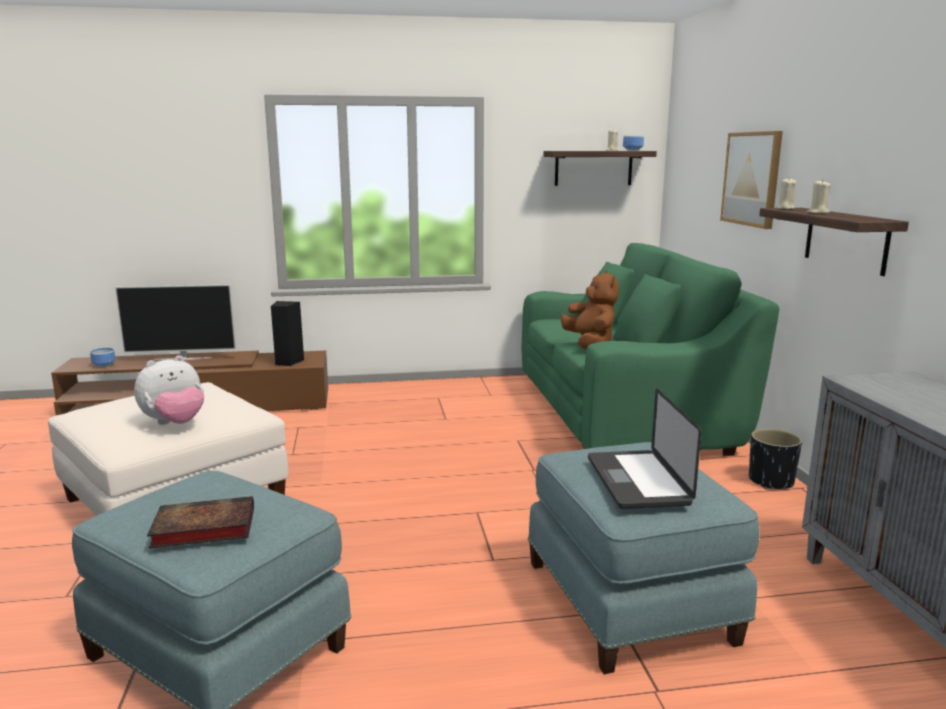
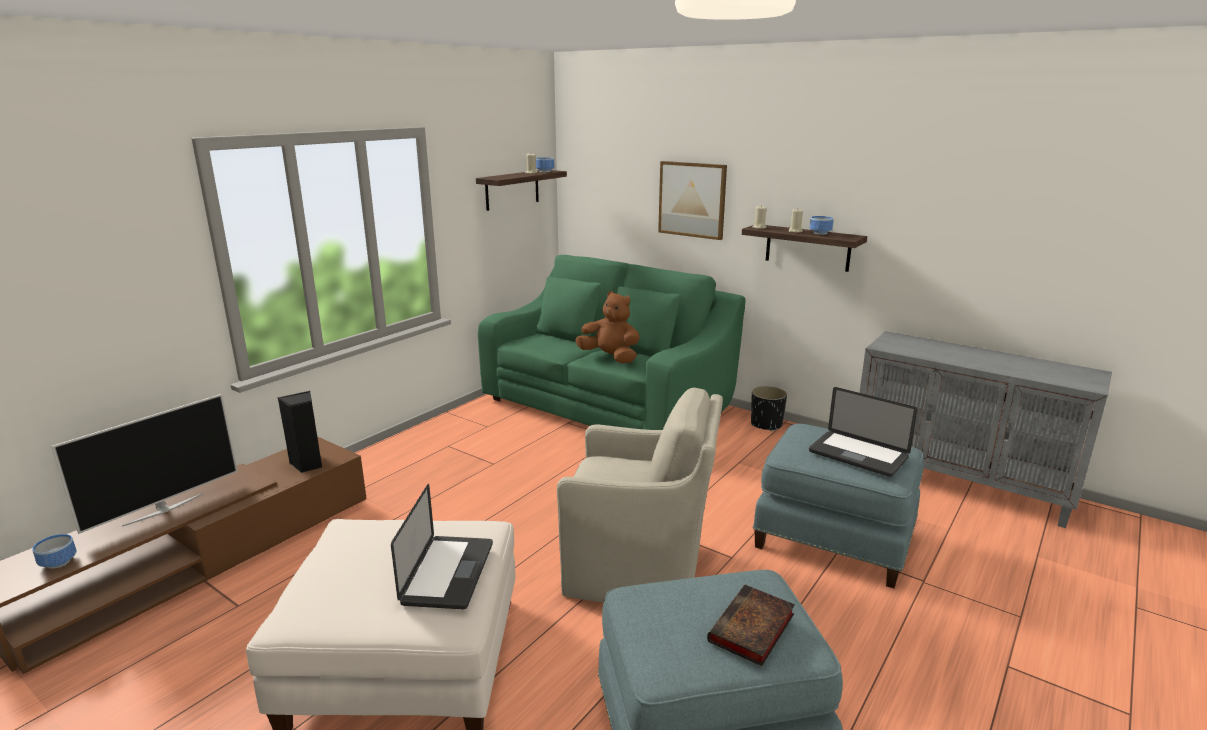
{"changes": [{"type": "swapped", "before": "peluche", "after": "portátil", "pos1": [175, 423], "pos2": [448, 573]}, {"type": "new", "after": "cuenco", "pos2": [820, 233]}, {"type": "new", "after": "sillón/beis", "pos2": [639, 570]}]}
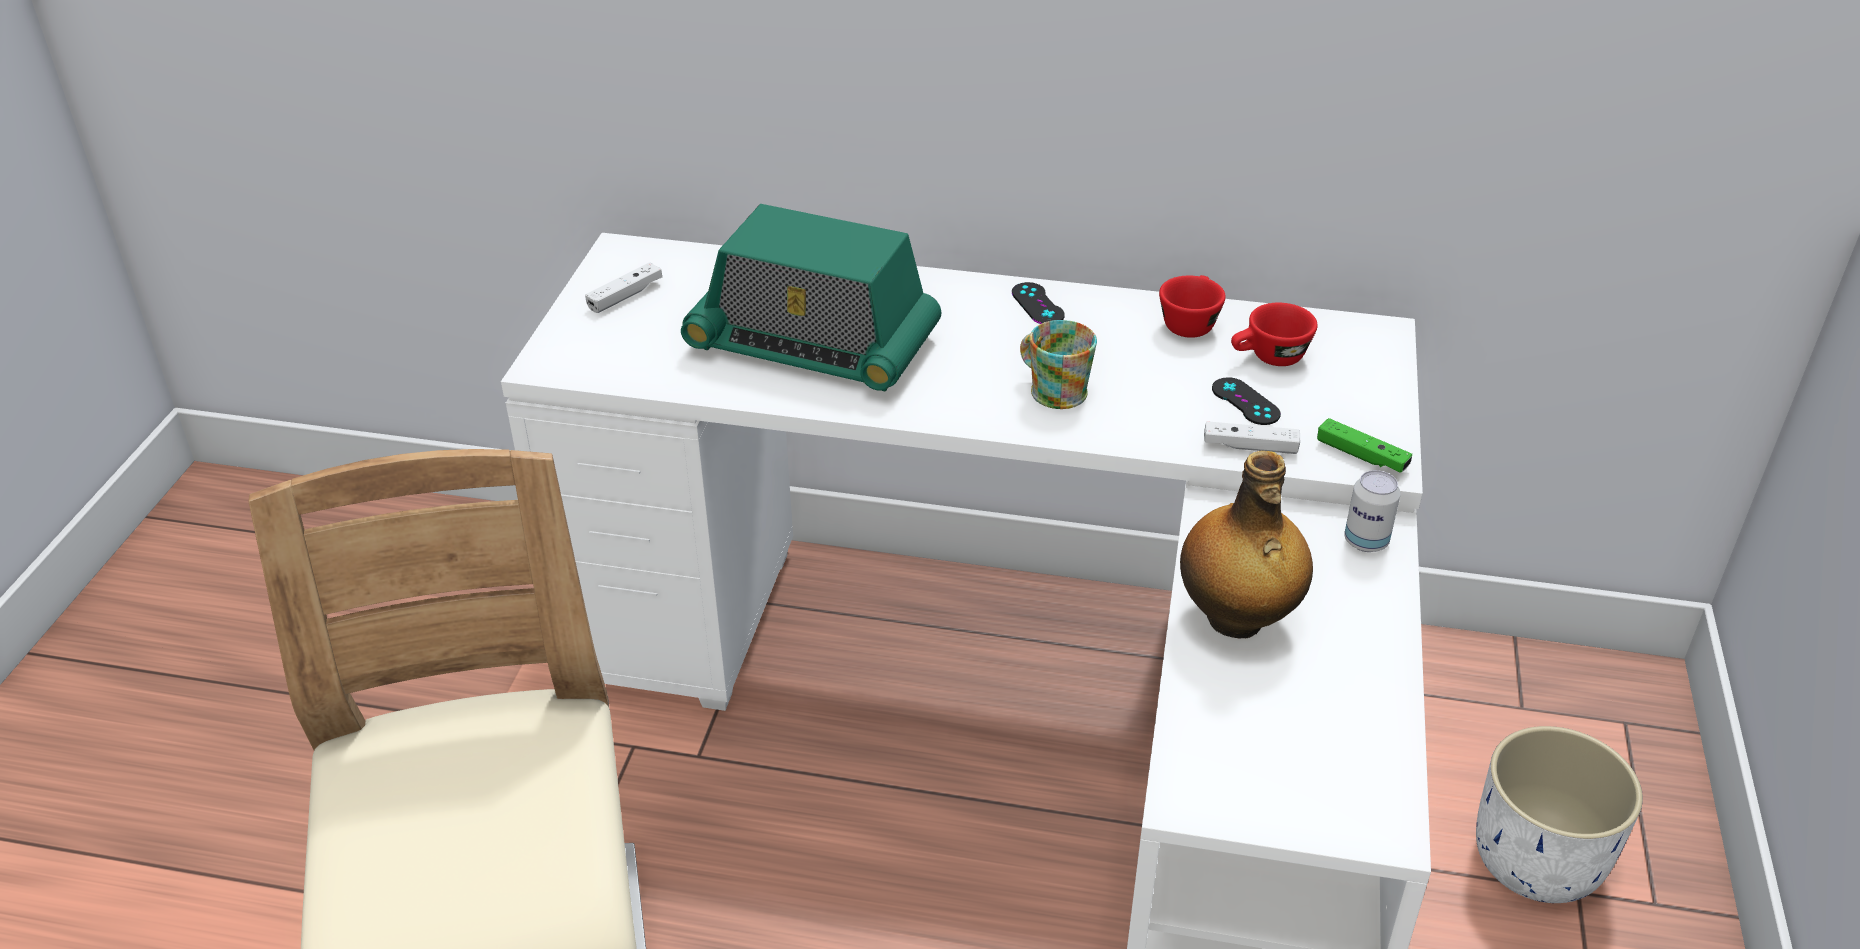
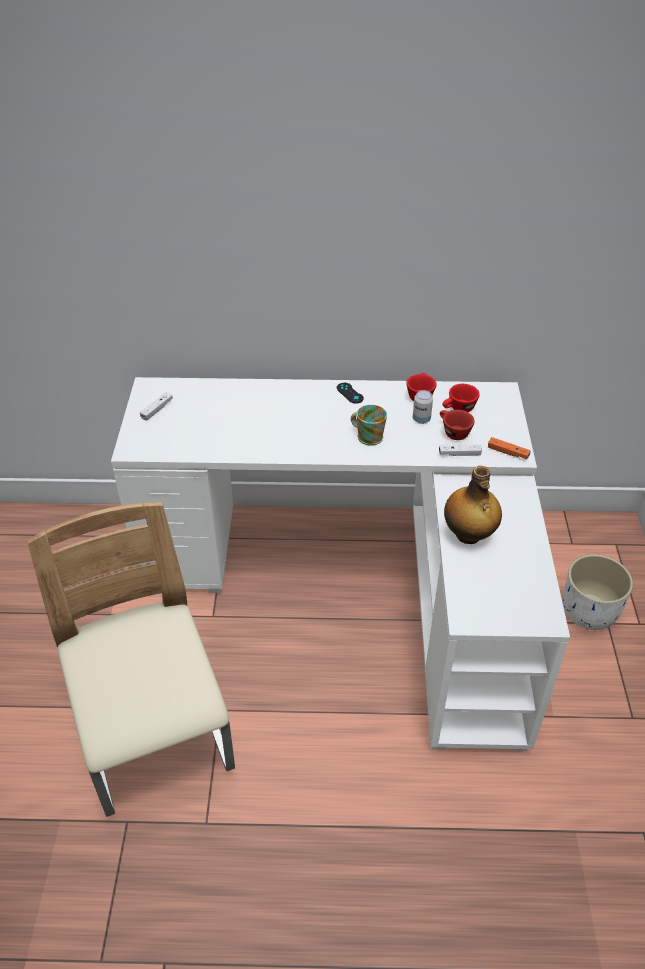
{"changes": [{"type": "gone", "before": "radio", "pos1": [813, 344]}, {"type": "swapped", "before": "mando de consola/negro", "after": "taza/rojo", "pos1": [1245, 402], "pos2": [453, 432]}, {"type": "repainted", "before": "mando de consola/verde", "after": "mando de consola/naranja", "pos1": [1361, 455], "pos2": [508, 452]}, {"type": "shifted", "before": "lata", "pos1": [1366, 541], "pos2": [421, 419]}]}
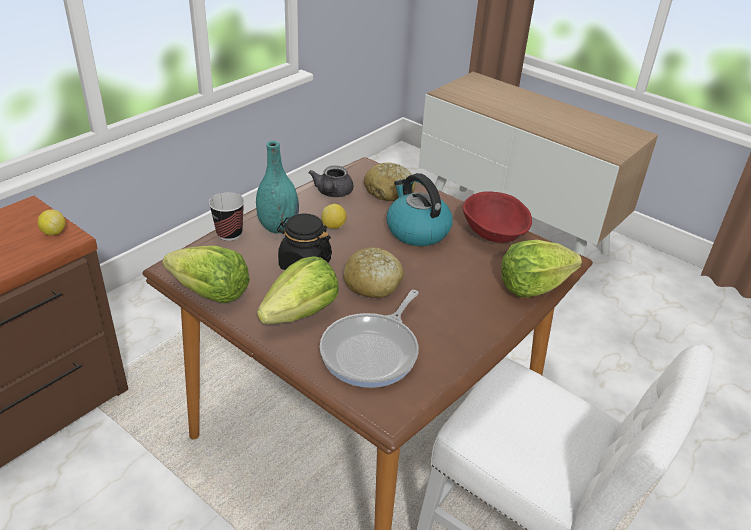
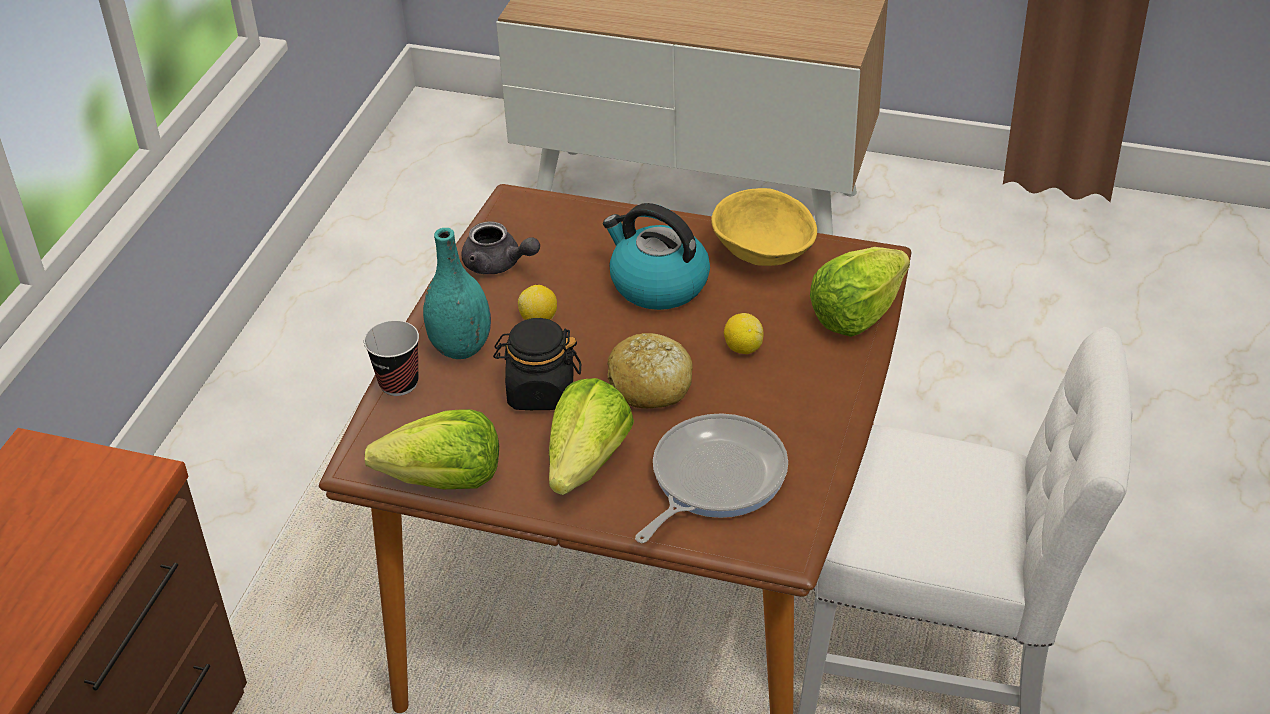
{"changes": [{"type": "gone", "before": "pan", "pos1": [389, 191]}, {"type": "rotated", "before": "tetera/gris", "pos1": [332, 193], "pos2": [498, 265], "turn": -45}, {"type": "repainted", "before": "cuenco/rojo", "after": "cuenco/amarillo", "pos1": [493, 234], "pos2": [764, 253]}, {"type": "shifted", "before": "limón", "pos1": [54, 232], "pos2": [743, 348]}, {"type": "rotated", "before": "sartén", "pos1": [373, 351], "pos2": [713, 479], "turn": -150}]}
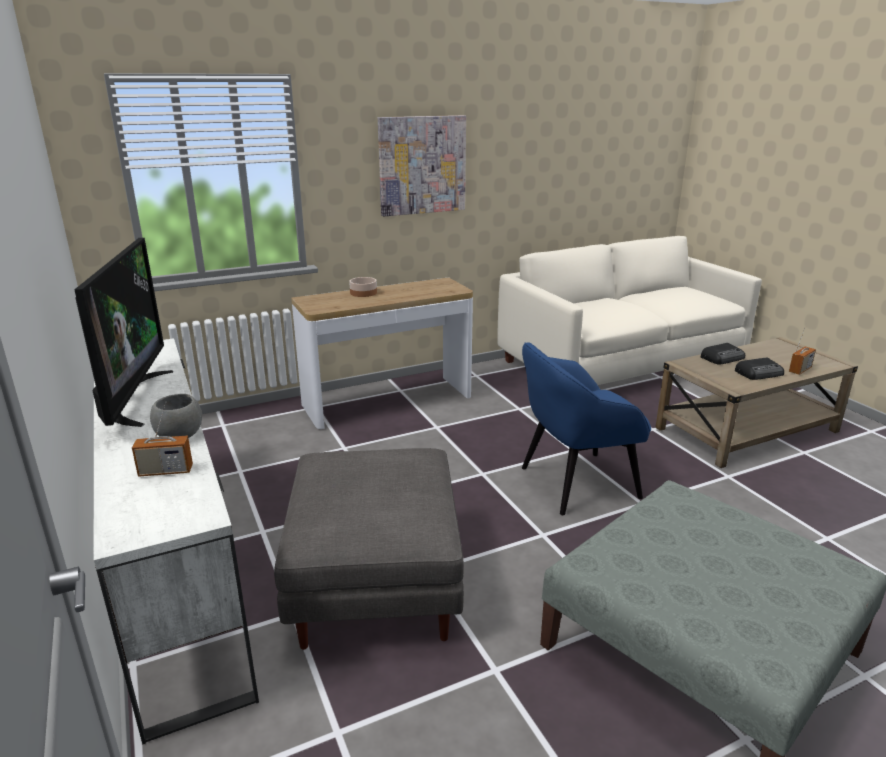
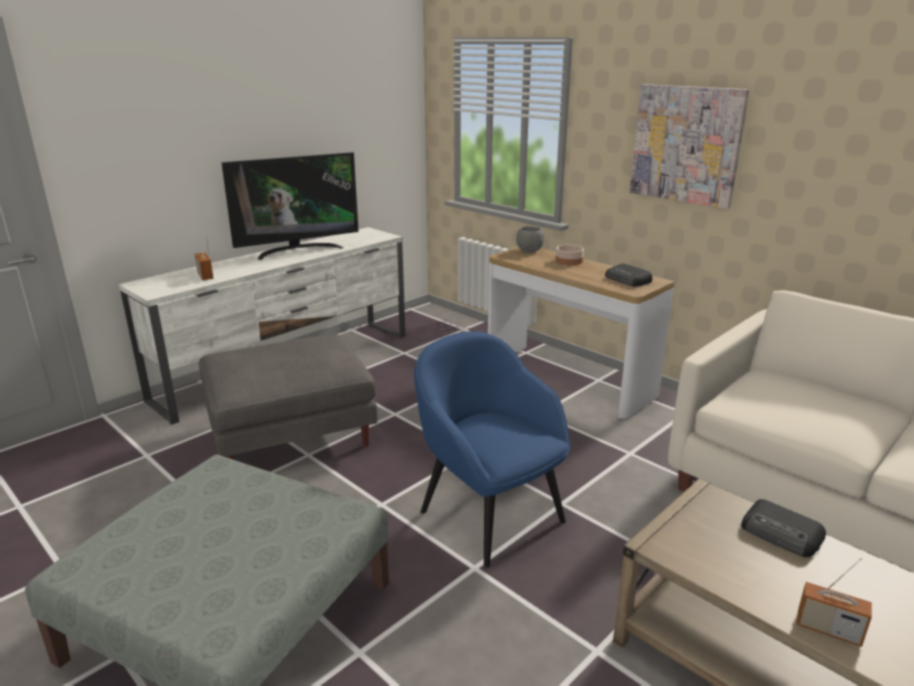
{"changes": [{"type": "shifted", "before": "radio", "pos1": [759, 373], "pos2": [628, 280]}, {"type": "shifted", "before": "cuenco/gris", "pos1": [179, 436], "pos2": [529, 250]}]}
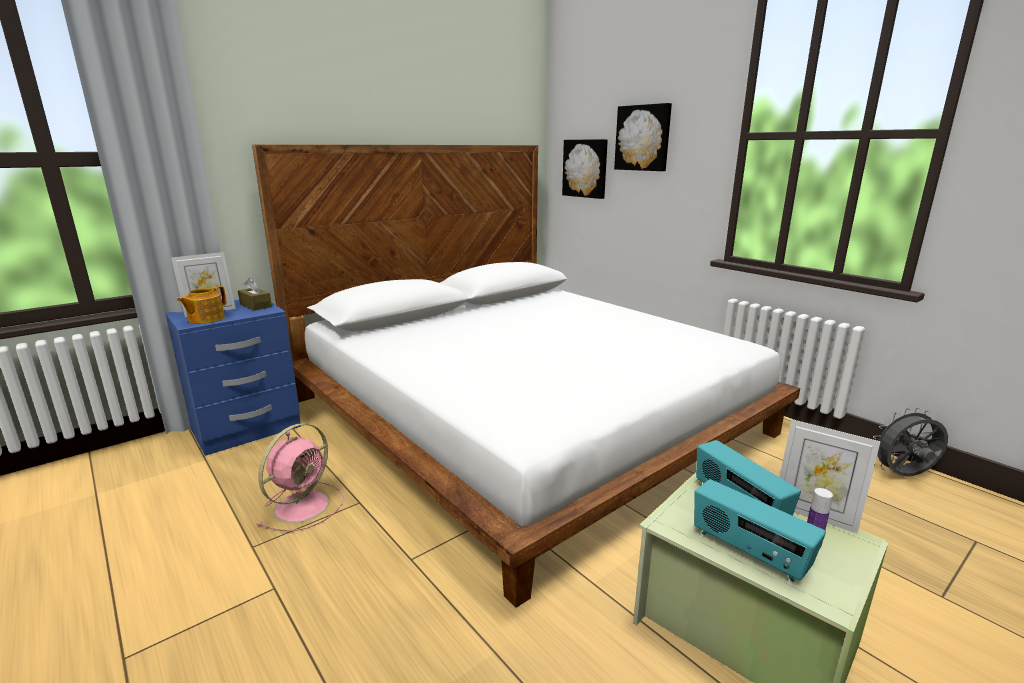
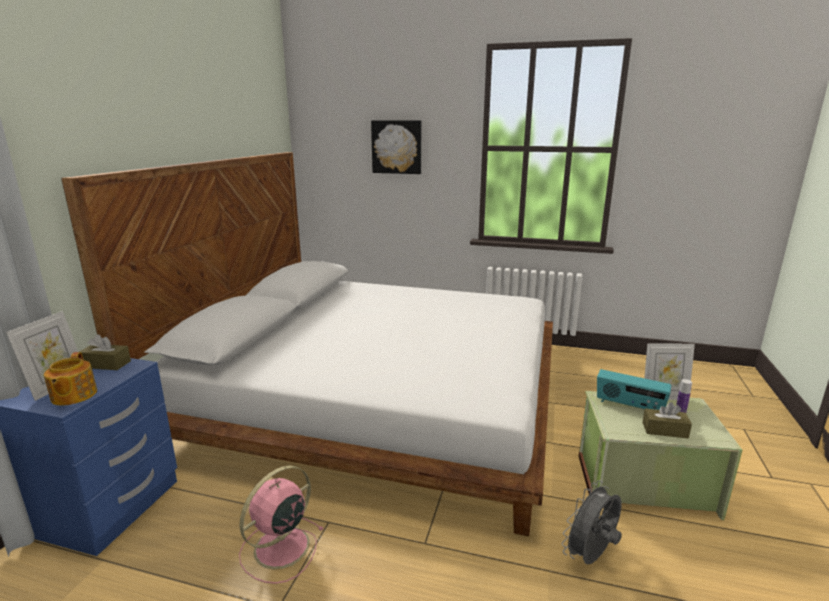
{"changes": [{"type": "gone", "before": "cuadro", "pos1": [585, 168]}, {"type": "shifted", "before": "ventilador/gris", "pos1": [903, 476], "pos2": [590, 557]}, {"type": "rotated", "before": "ventilador/rosa", "pos1": [304, 505], "pos2": [279, 548], "turn": -135}, {"type": "swapped", "before": "radio", "after": "caja de pañuelos/marrón", "pos1": [748, 552], "pos2": [664, 430]}]}
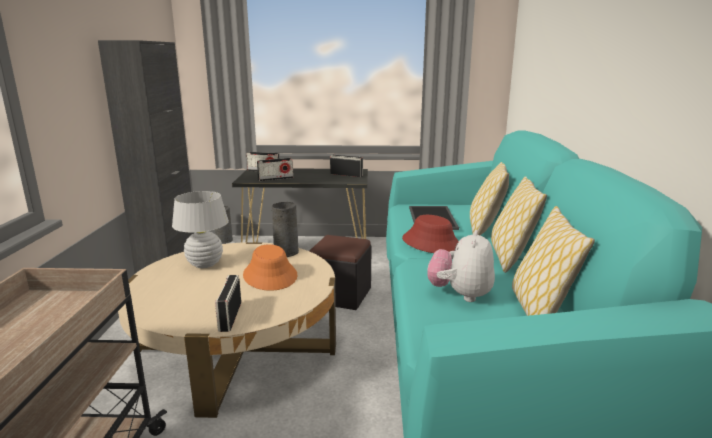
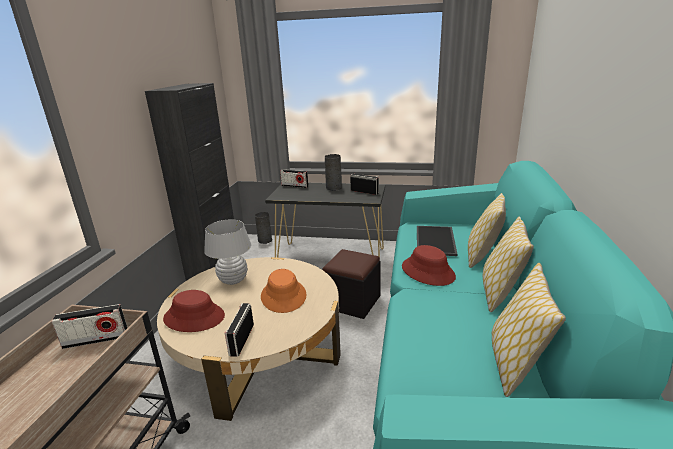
{"changes": [{"type": "shifted", "before": "radio", "pos1": [275, 179], "pos2": [96, 339]}, {"type": "shifted", "before": "florero/gris", "pos1": [287, 252], "pos2": [334, 188]}, {"type": "gone", "before": "peluche", "pos1": [460, 295]}, {"type": "new", "after": "sombrero/rojo", "pos2": [194, 317]}]}
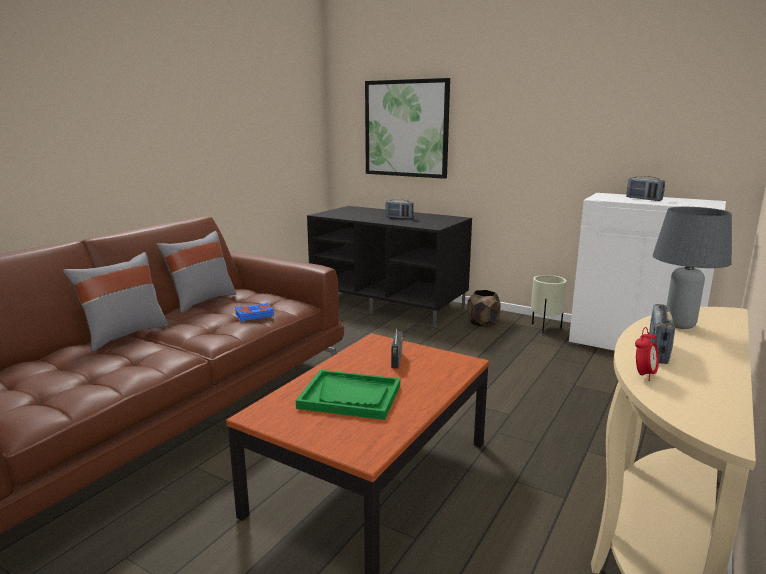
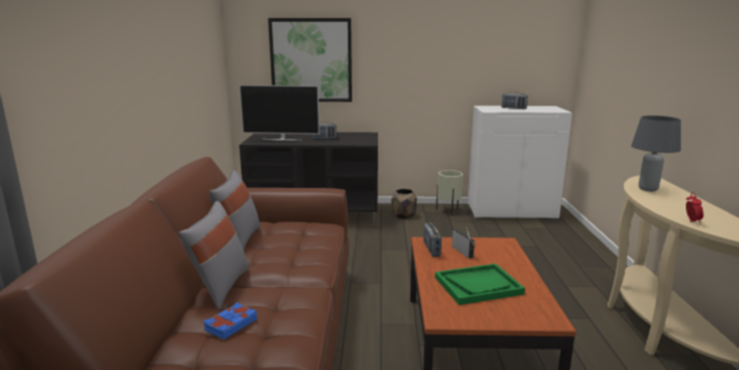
{"changes": [{"type": "shifted", "before": "libro/azul", "pos1": [254, 315], "pos2": [230, 324]}, {"type": "shifted", "before": "radio", "pos1": [657, 351], "pos2": [431, 249]}, {"type": "new", "after": "televisor", "pos2": [282, 139]}]}
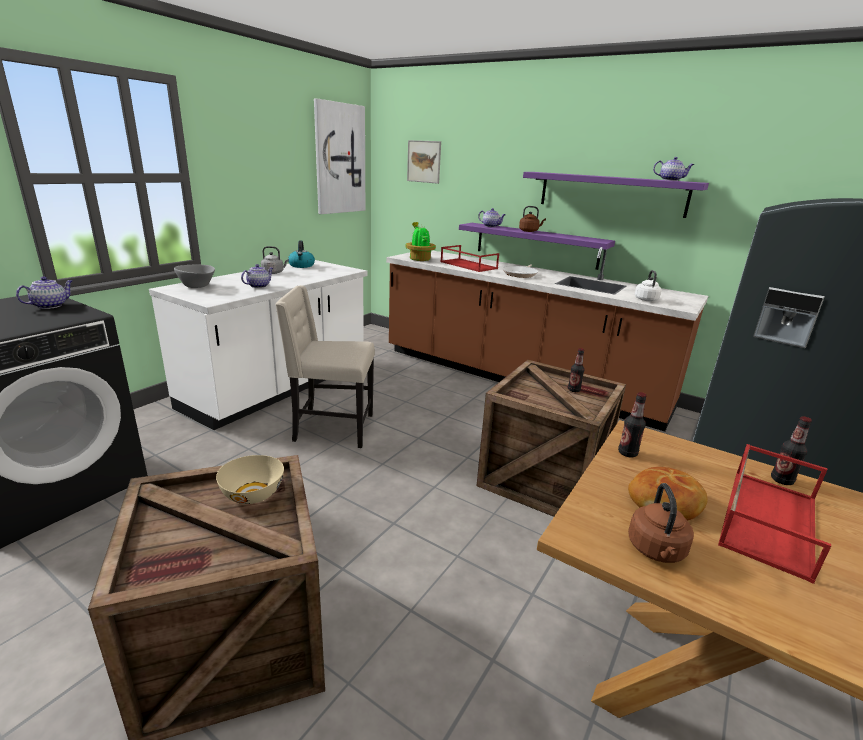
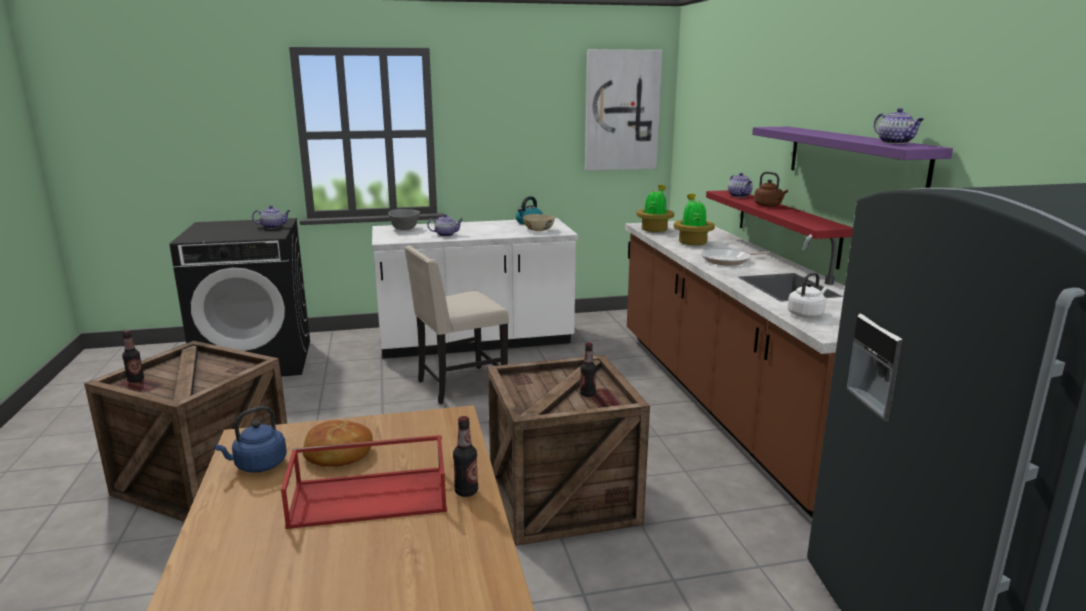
{"changes": [{"type": "gone", "before": "cuadro", "pos1": [424, 161]}, {"type": "repainted", "before": "estante/morado", "after": "estante/rojo", "pos1": [536, 245], "pos2": [786, 226]}, {"type": "swapped", "before": "bandeja/rojo", "after": "planta en maceta", "pos1": [467, 265], "pos2": [692, 242]}, {"type": "gone", "before": "hervidor/gris", "pos1": [274, 273]}, {"type": "rotated", "before": "silla/beis", "pos1": [332, 429], "pos2": [459, 386], "turn": -75}, {"type": "shifted", "before": "botella", "pos1": [627, 453], "pos2": [136, 380]}, {"type": "shifted", "before": "cuenco/beis", "pos1": [254, 494], "pos2": [539, 230]}, {"type": "repainted", "before": "hervidor/marrón", "after": "hervidor/azul", "pos1": [656, 551], "pos2": [258, 465]}]}
